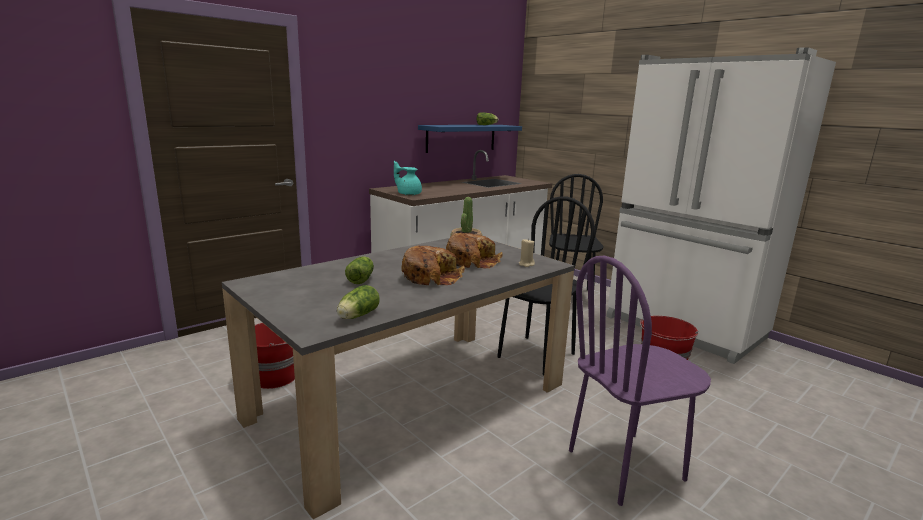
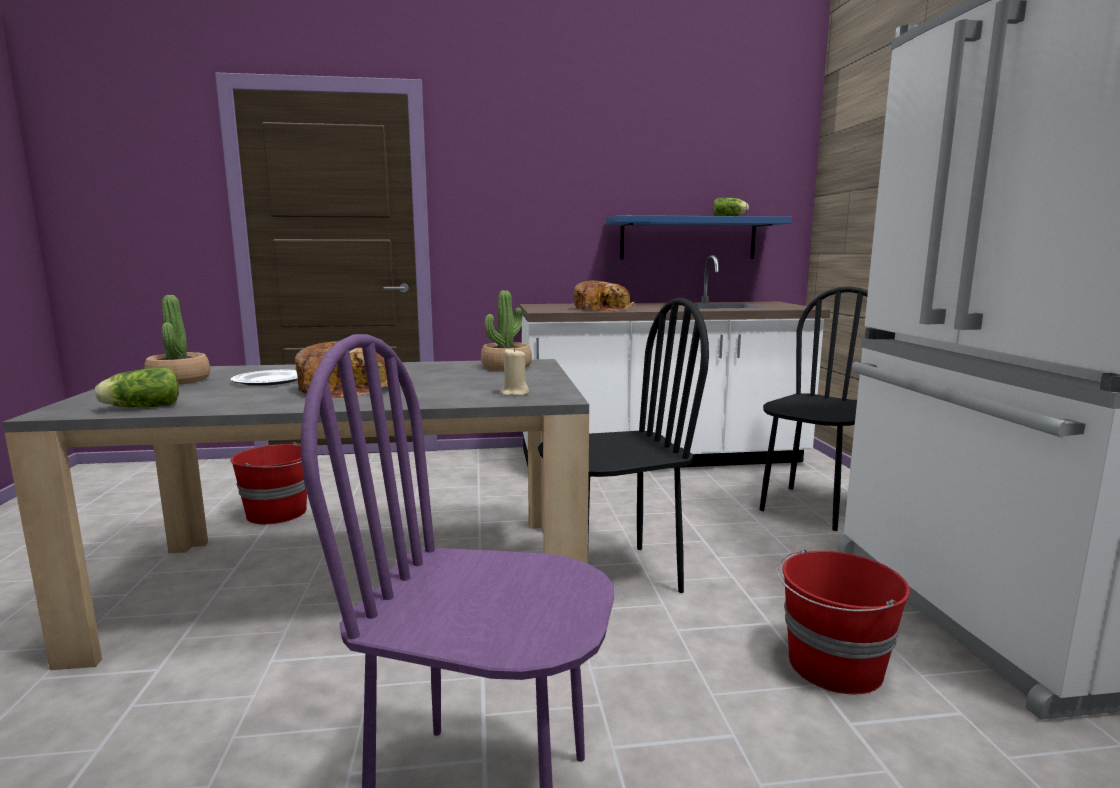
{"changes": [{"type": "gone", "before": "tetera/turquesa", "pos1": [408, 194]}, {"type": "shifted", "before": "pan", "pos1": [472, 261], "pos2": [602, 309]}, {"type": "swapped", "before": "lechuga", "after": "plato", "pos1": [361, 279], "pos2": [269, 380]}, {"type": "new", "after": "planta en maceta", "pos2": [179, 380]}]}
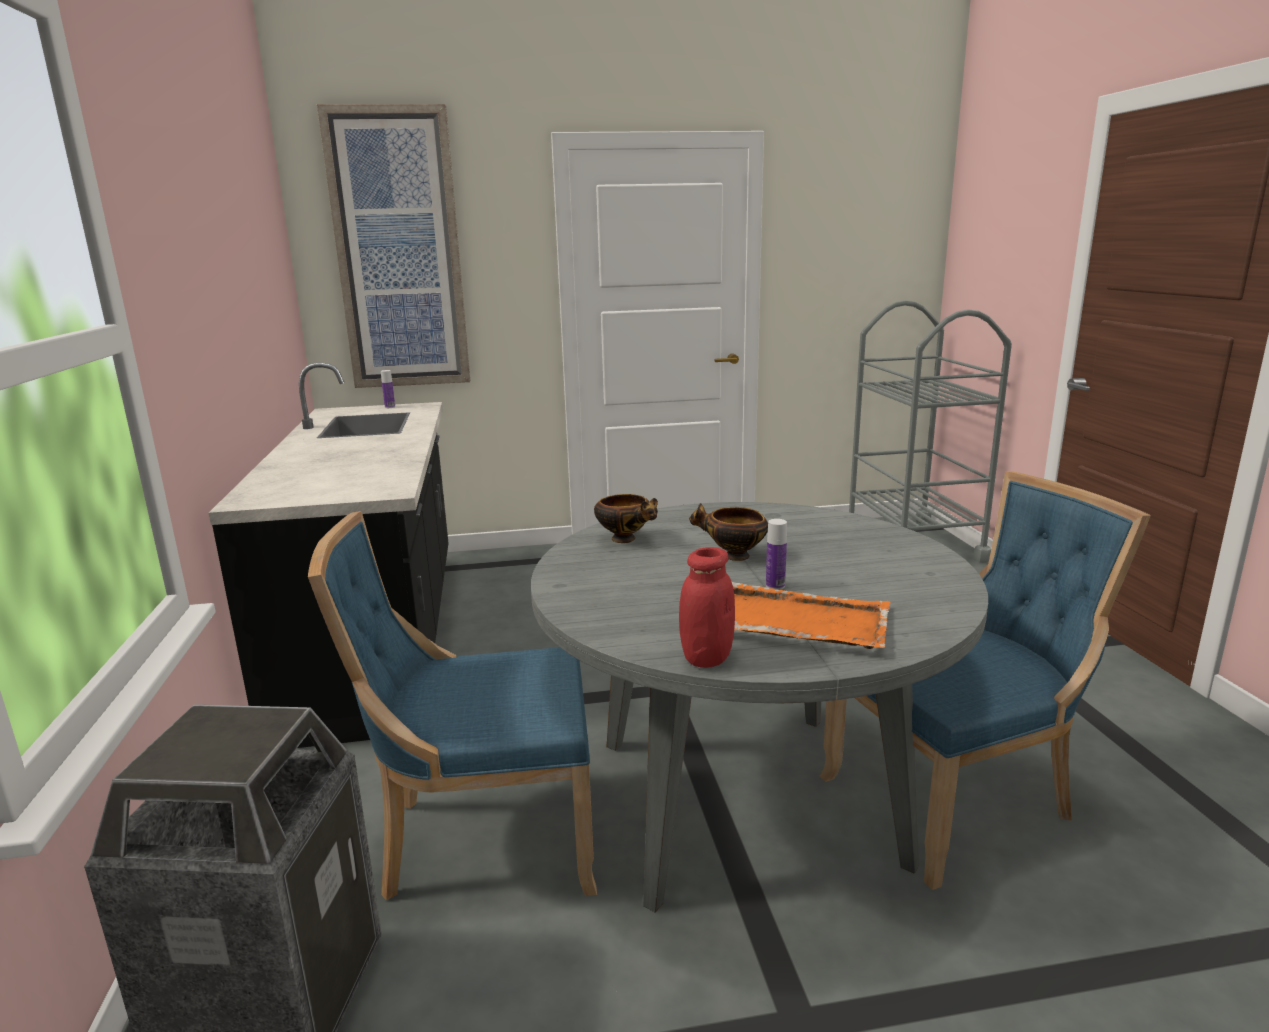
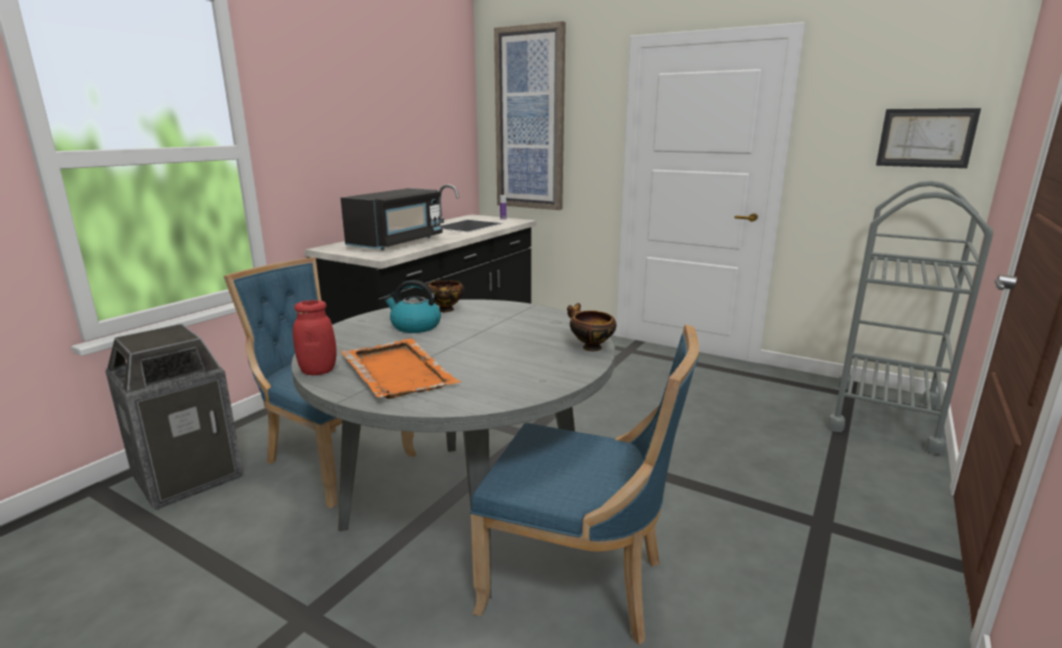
{"changes": [{"type": "shifted", "before": "cuenco", "pos1": [733, 556], "pos2": [590, 347]}, {"type": "gone", "before": "botella", "pos1": [775, 586]}, {"type": "new", "after": "cuadro", "pos2": [925, 138]}, {"type": "new", "after": "microondas/negro", "pos2": [397, 242]}, {"type": "new", "after": "hervidor", "pos2": [415, 326]}]}
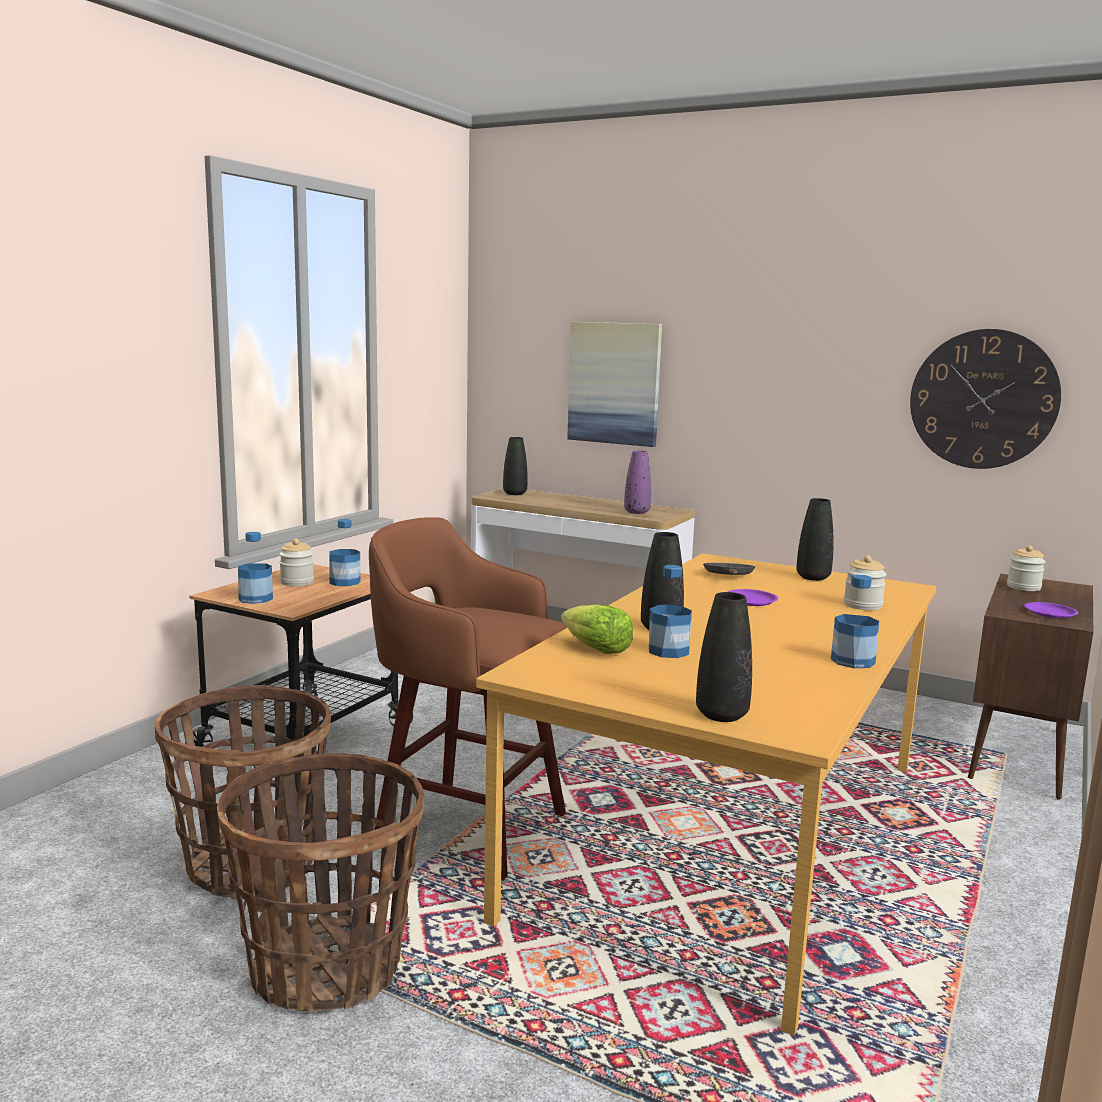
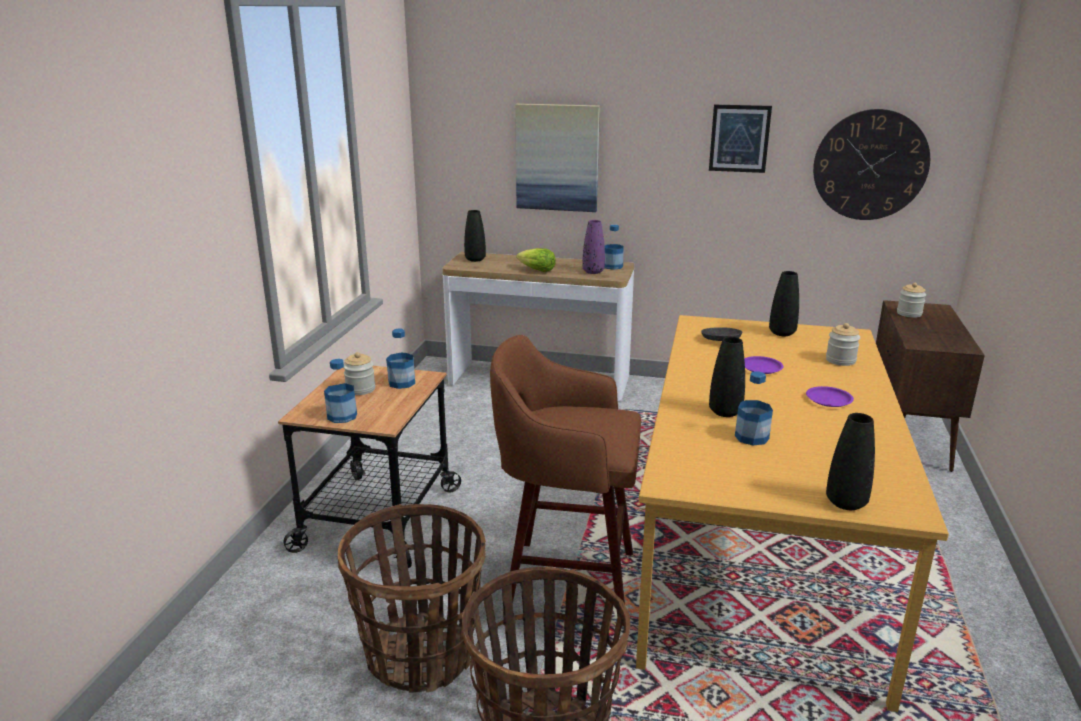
{"changes": [{"type": "shifted", "before": "botella", "pos1": [852, 661], "pos2": [612, 266]}, {"type": "shifted", "before": "plato/morado", "pos1": [1050, 613], "pos2": [828, 400]}, {"type": "shifted", "before": "lechuga", "pos1": [595, 649], "pos2": [536, 270]}, {"type": "new", "after": "cuadro", "pos2": [739, 138]}]}
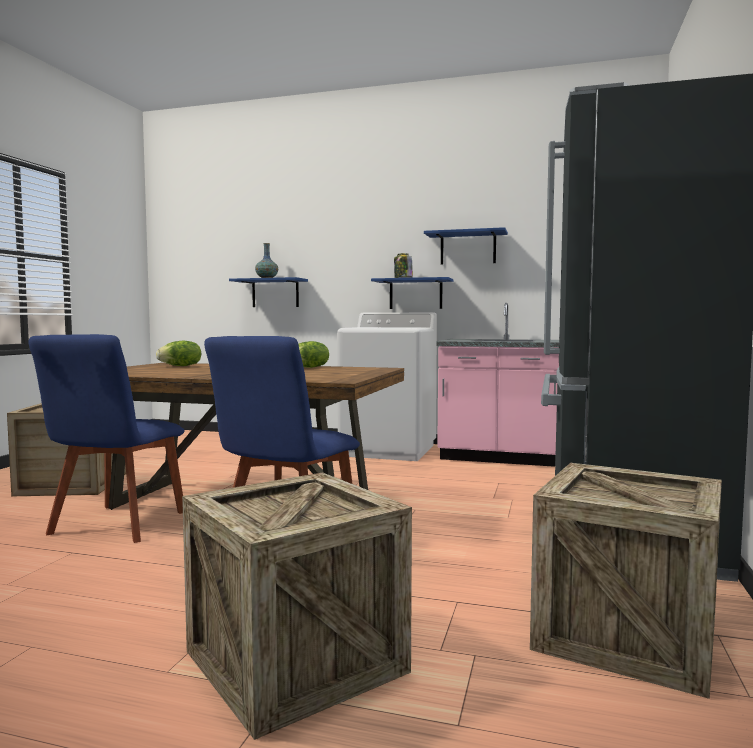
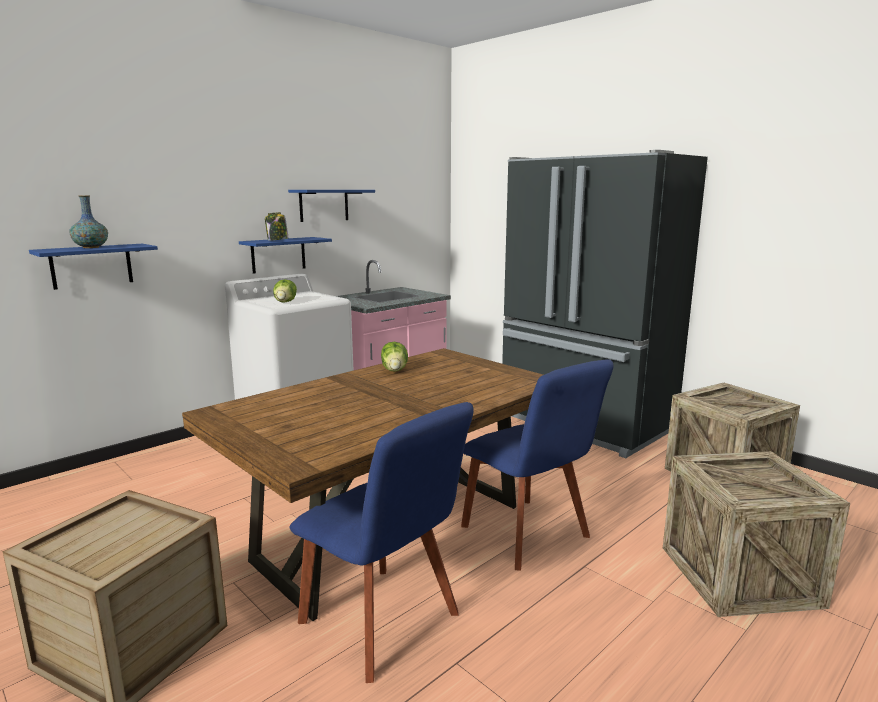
{"changes": [{"type": "shifted", "before": "lechuga", "pos1": [181, 366], "pos2": [286, 302]}]}
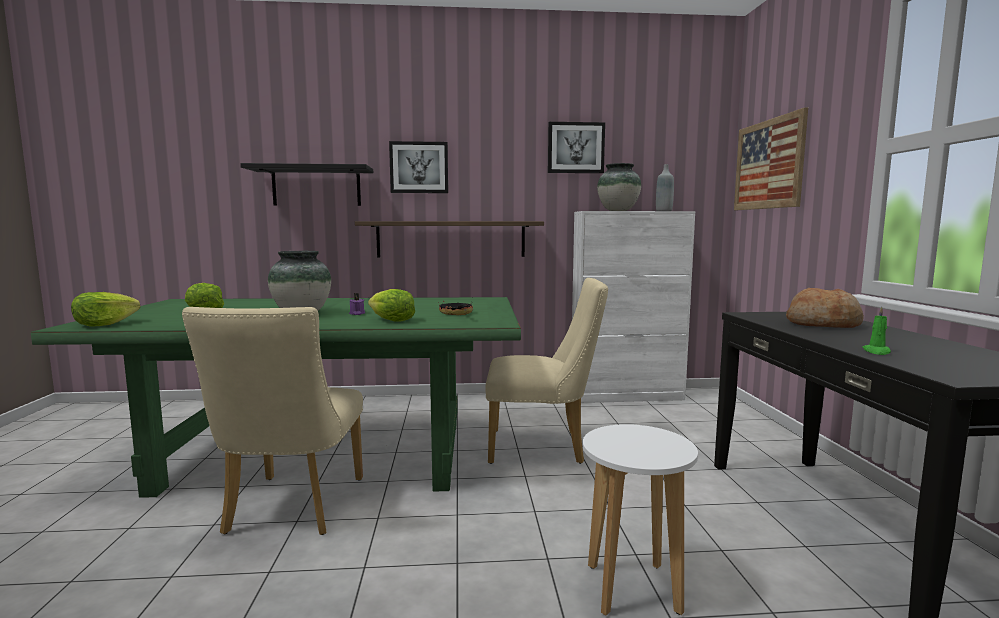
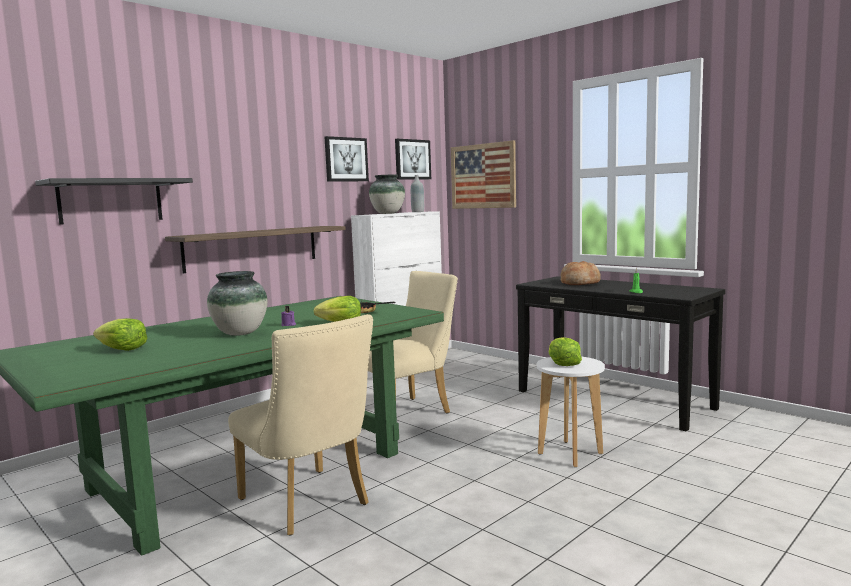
{"changes": [{"type": "shifted", "before": "cuadro", "pos1": [419, 167], "pos2": [412, 159]}, {"type": "shifted", "before": "lechuga", "pos1": [105, 324], "pos2": [563, 363]}]}
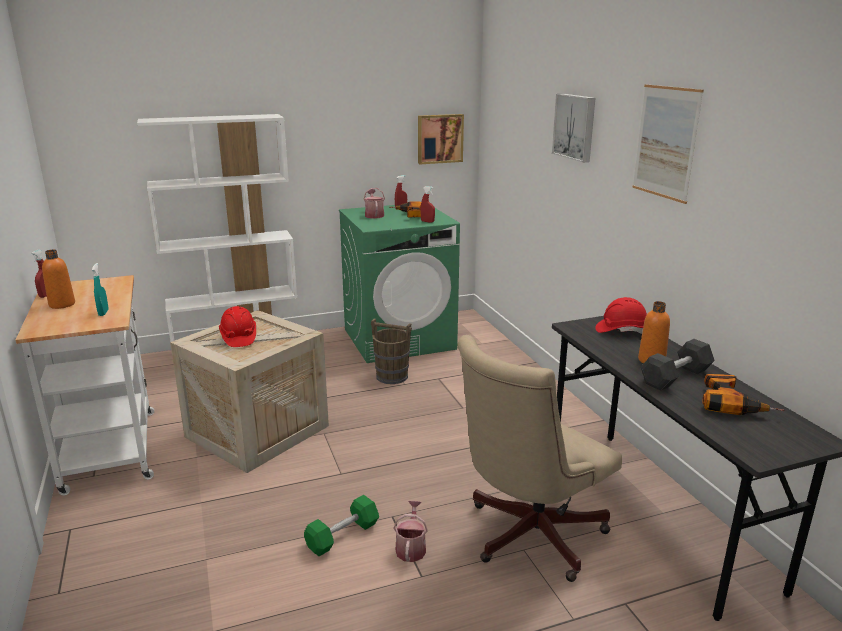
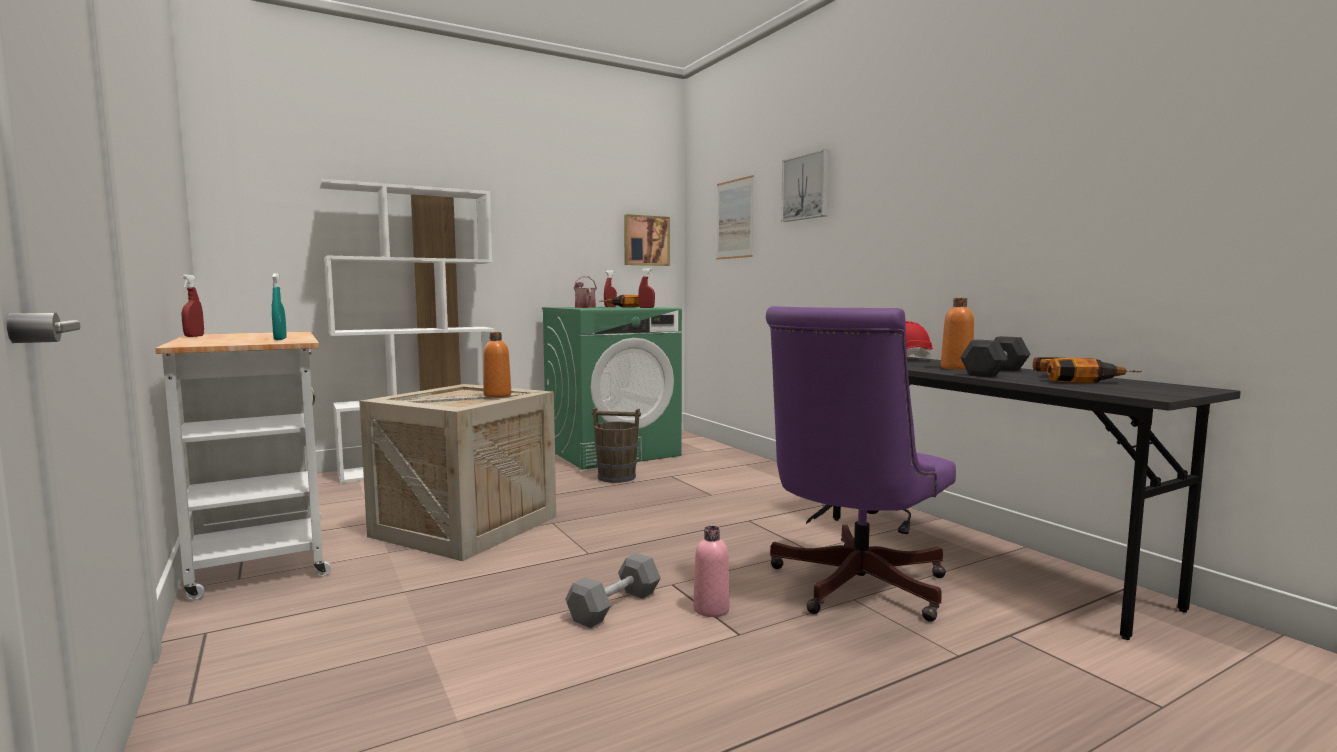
{"changes": [{"type": "shifted", "before": "cuadro", "pos1": [665, 142], "pos2": [734, 219]}, {"type": "shifted", "before": "botella/naranja", "pos1": [62, 304], "pos2": [497, 395]}, {"type": "gone", "before": "casco/rojo", "pos1": [238, 338]}, {"type": "repainted", "before": "silla de oficina/beis", "after": "silla de oficina/morado", "pos1": [527, 536], "pos2": [851, 587]}, {"type": "repainted", "before": "mancuerna/verde", "after": "mancuerna/gris", "pos1": [342, 536], "pos2": [614, 606]}, {"type": "swapped", "before": "regadera", "after": "botella/rosa", "pos1": [411, 547], "pos2": [711, 609]}]}
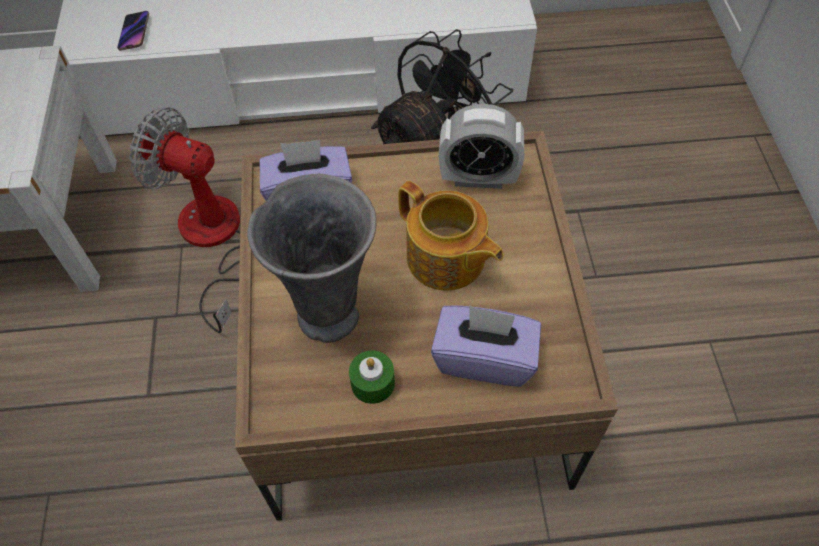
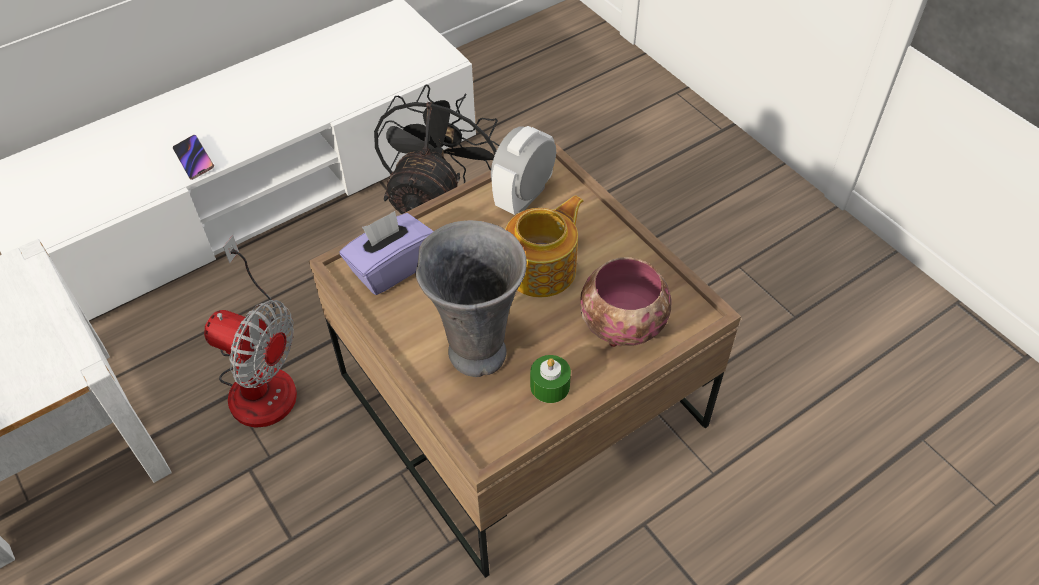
{"changes": [{"type": "shifted", "before": "móvil", "pos1": [134, 33], "pos2": [194, 159]}, {"type": "rotated", "before": "despertador", "pos1": [478, 178], "pos2": [524, 197], "turn": 150}, {"type": "rotated", "before": "ventilador", "pos1": [212, 241], "pos2": [260, 376], "turn": -150}, {"type": "rotated", "before": "tetera", "pos1": [446, 259], "pos2": [542, 269], "turn": -60}, {"type": "swapped", "before": "caja de pañuelos/morado", "after": "cuenco", "pos1": [484, 358], "pos2": [622, 327]}]}
